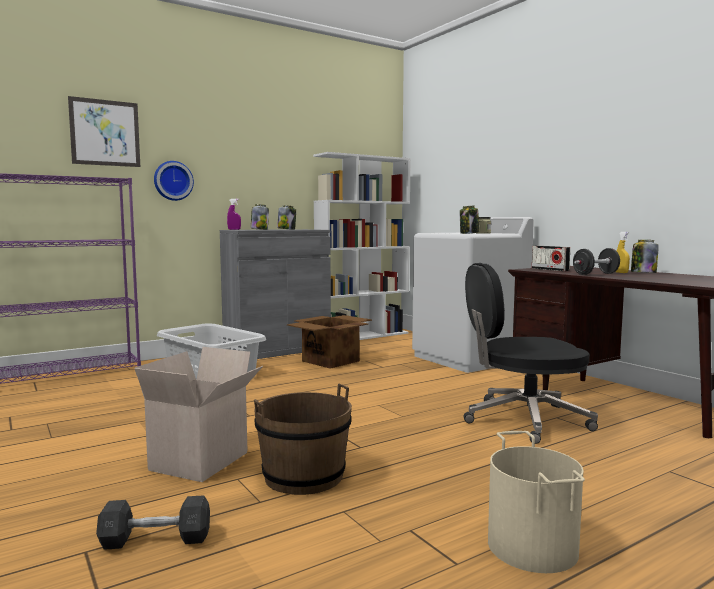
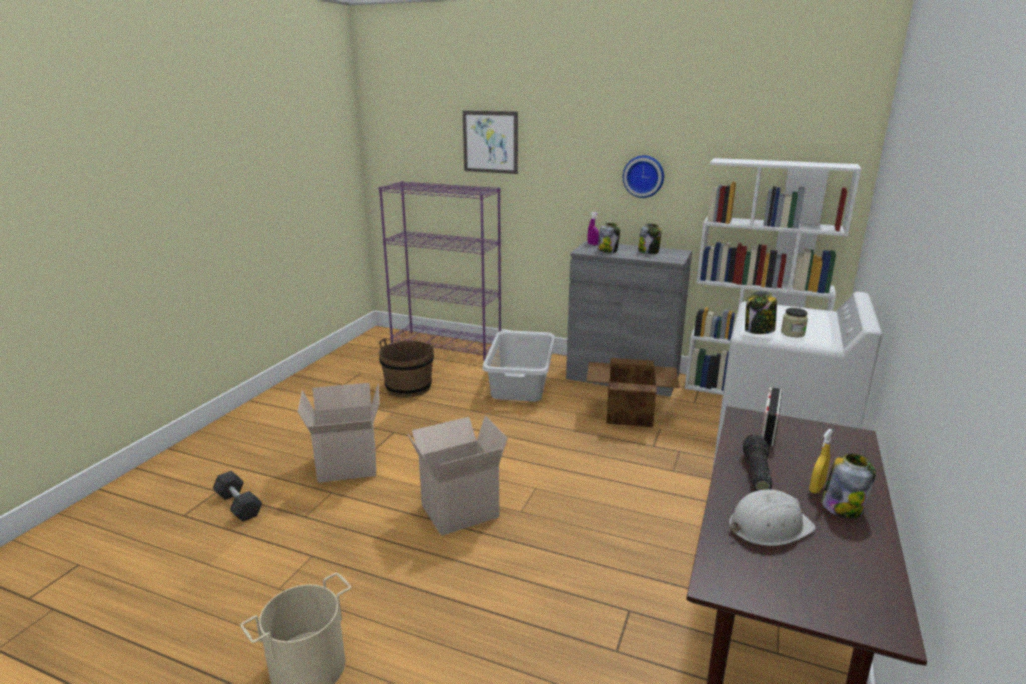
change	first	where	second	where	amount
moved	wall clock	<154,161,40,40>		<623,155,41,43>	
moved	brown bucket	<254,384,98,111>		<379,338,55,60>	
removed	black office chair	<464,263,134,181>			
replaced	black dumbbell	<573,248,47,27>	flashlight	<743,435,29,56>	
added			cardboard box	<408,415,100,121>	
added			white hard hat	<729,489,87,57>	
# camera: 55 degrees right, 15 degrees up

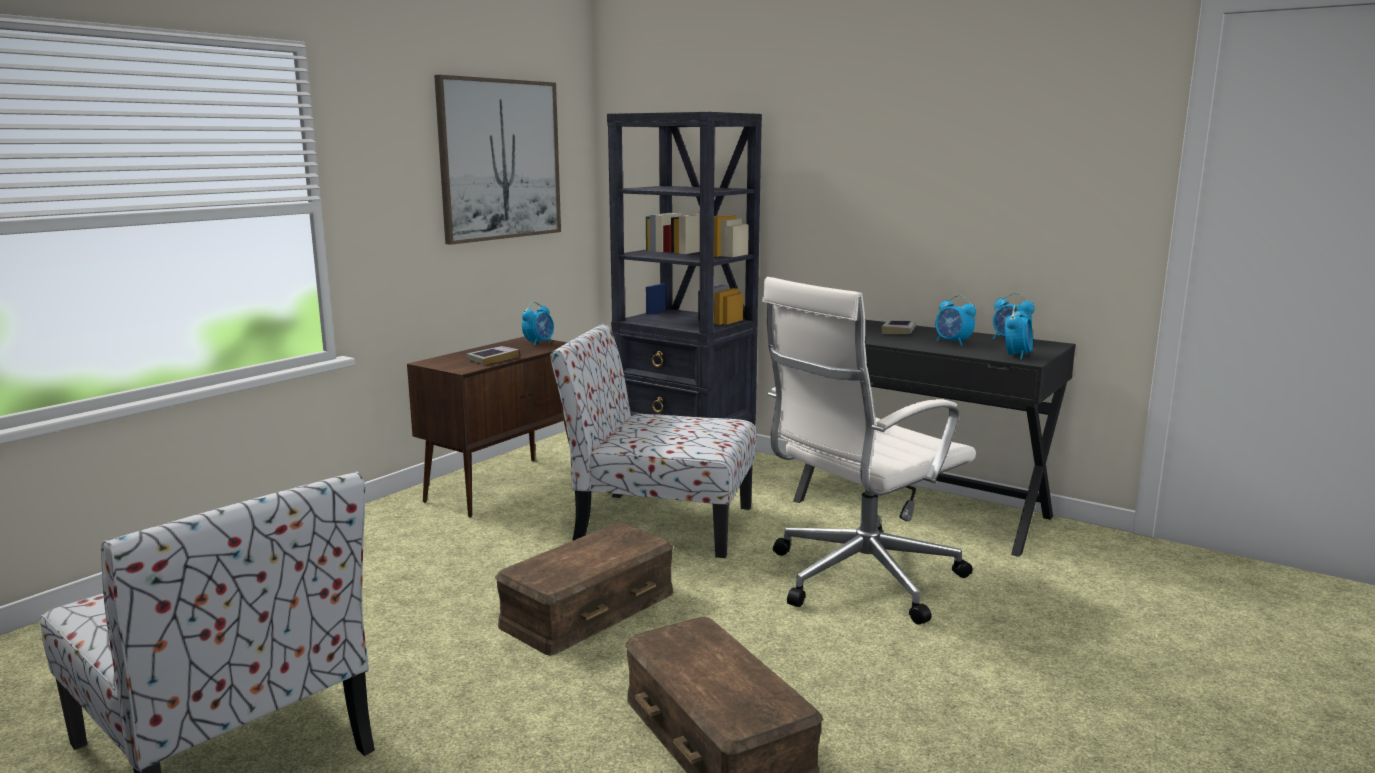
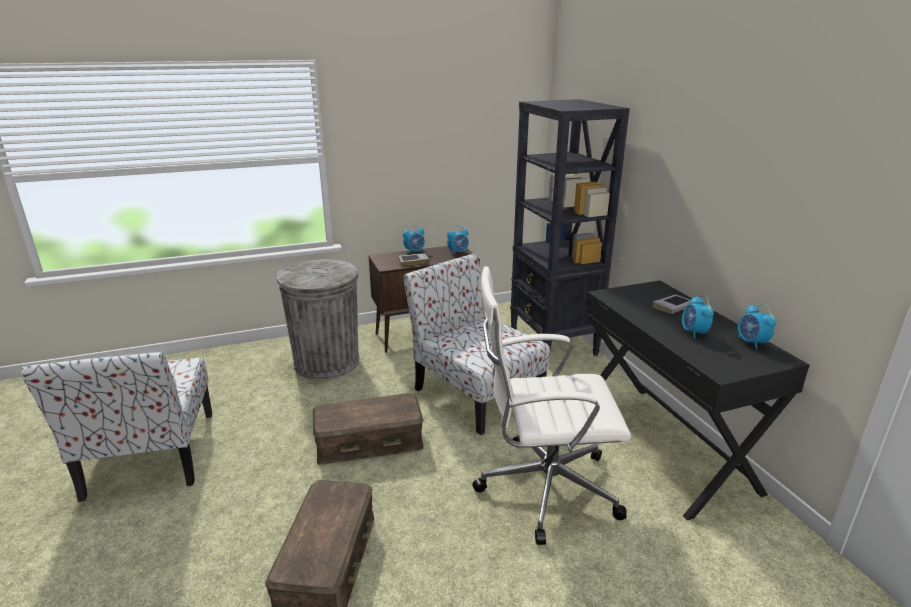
change	first	where	second	where	amount
removed	picture	<434,75,127,170>			
moved	alarm clock	<1005,305,28,55>		<403,225,22,29>	
added			grey trash can	<276,260,83,120>	
# camera: 35 degrees right, 10 degrees up

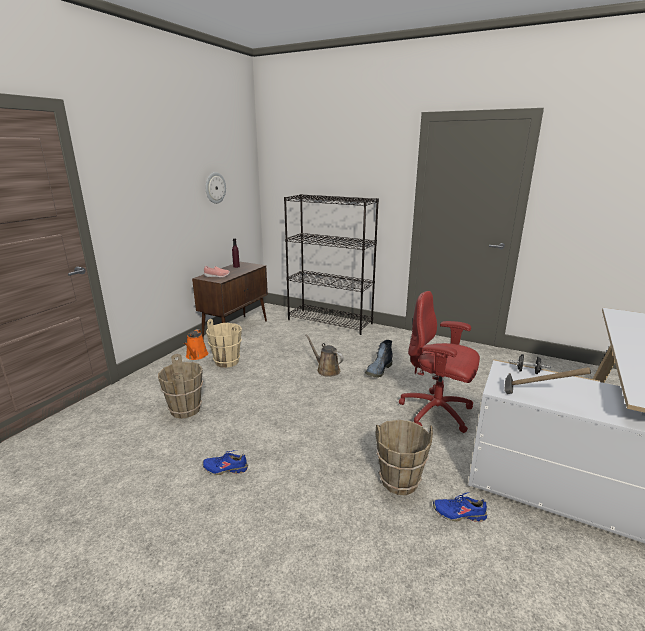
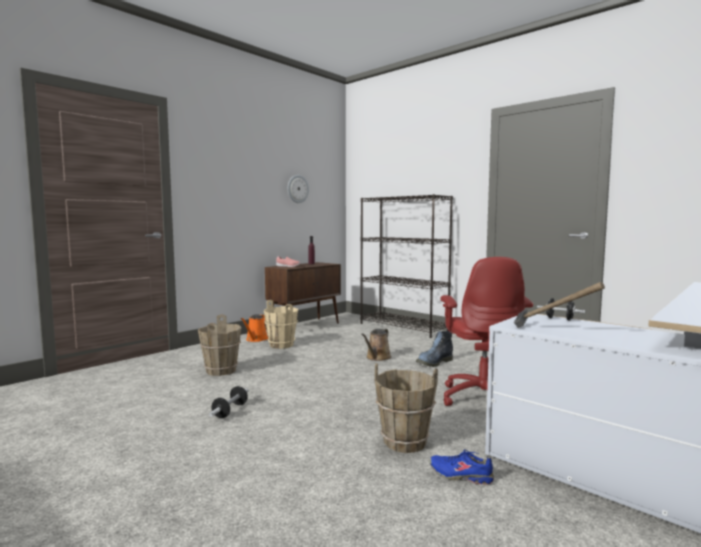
change	first	where	second	where	amount
replaced	blue shoe	<202,450,46,25>	dumbbell	<209,386,40,32>	
turned	brown watering can	<305,334,39,43>		<361,329,31,32>	120 degrees counterclockwise
turned	red office chair	<399,291,81,142>		<441,257,92,149>	135 degrees counterclockwise
# camera: 15 degrees right, 15 degrees down

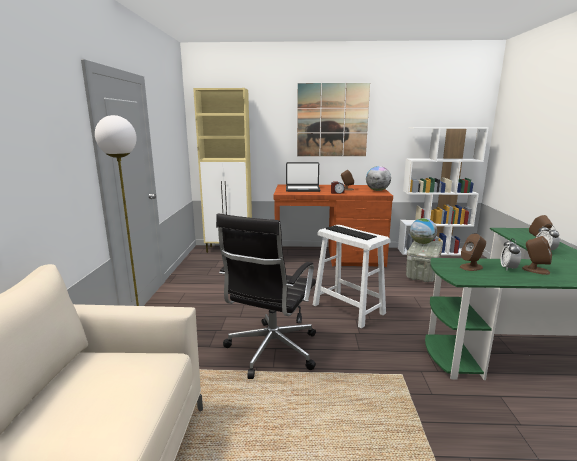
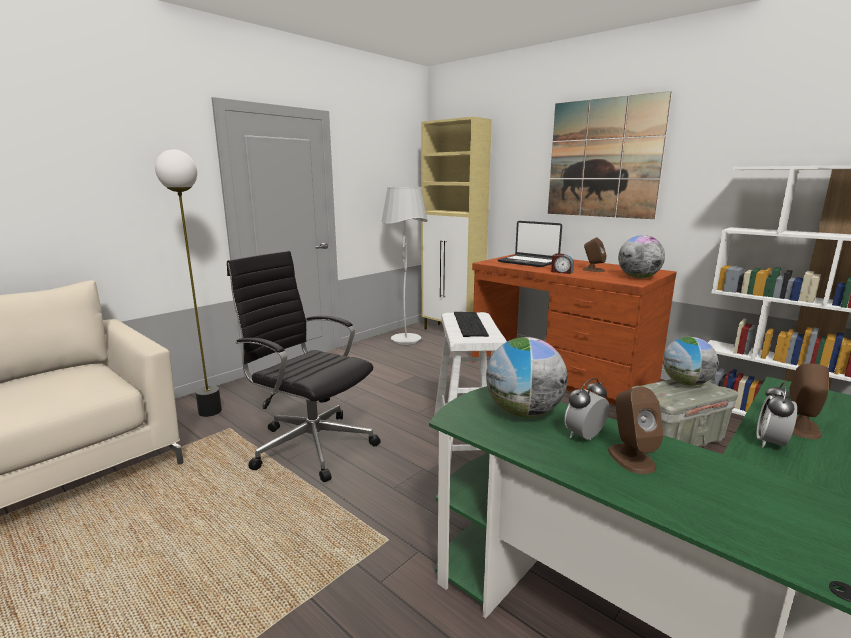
change	first	where	second	where	amount
turned	black office chair	<216,214,100,165>		<227,251,154,231>	60 degrees clockwise
replaced	brown speaker	<460,233,26,38>	globe	<486,337,82,80>	
added			white floor lamp	<381,187,47,158>	
# camera: 40 degrees right, 0 degrees up

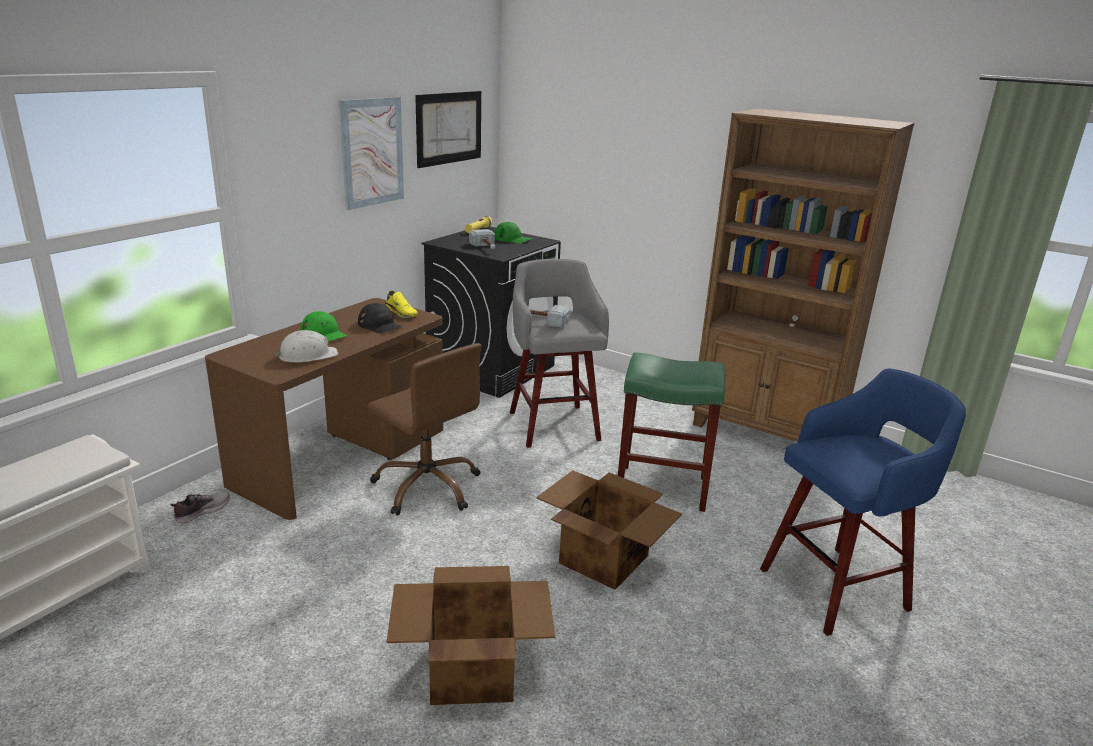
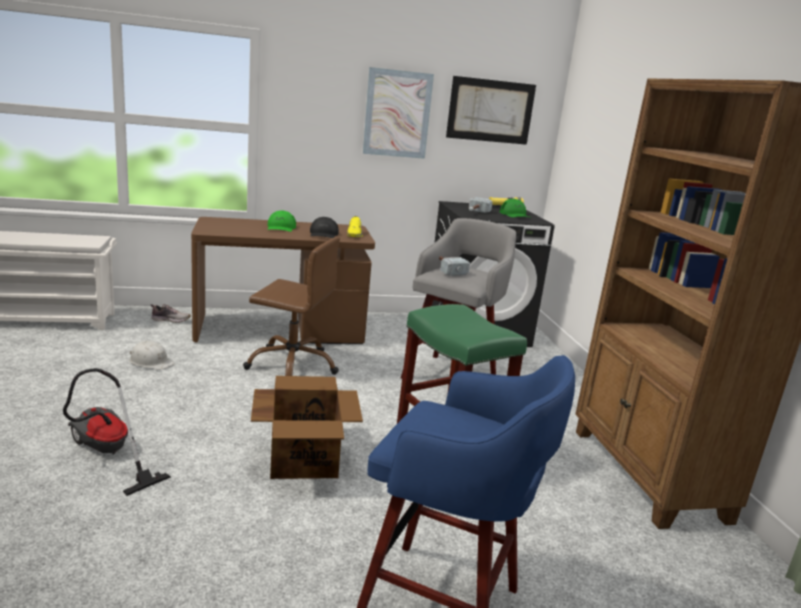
change	first	where	second	where	amount
moved	white hard hat	<275,330,63,33>		<129,341,45,29>	
turned	brown office chair	<367,343,114,173>		<243,237,97,139>	75 degrees counterclockwise
replaced	cardboard box	<386,566,169,139>	vacuum cleaner	<63,368,108,128>	
# camera: 45 degrees right, 5 degrees down

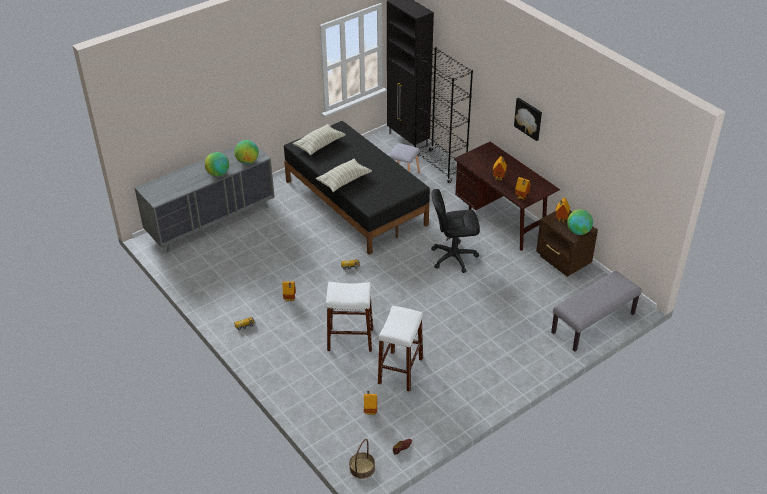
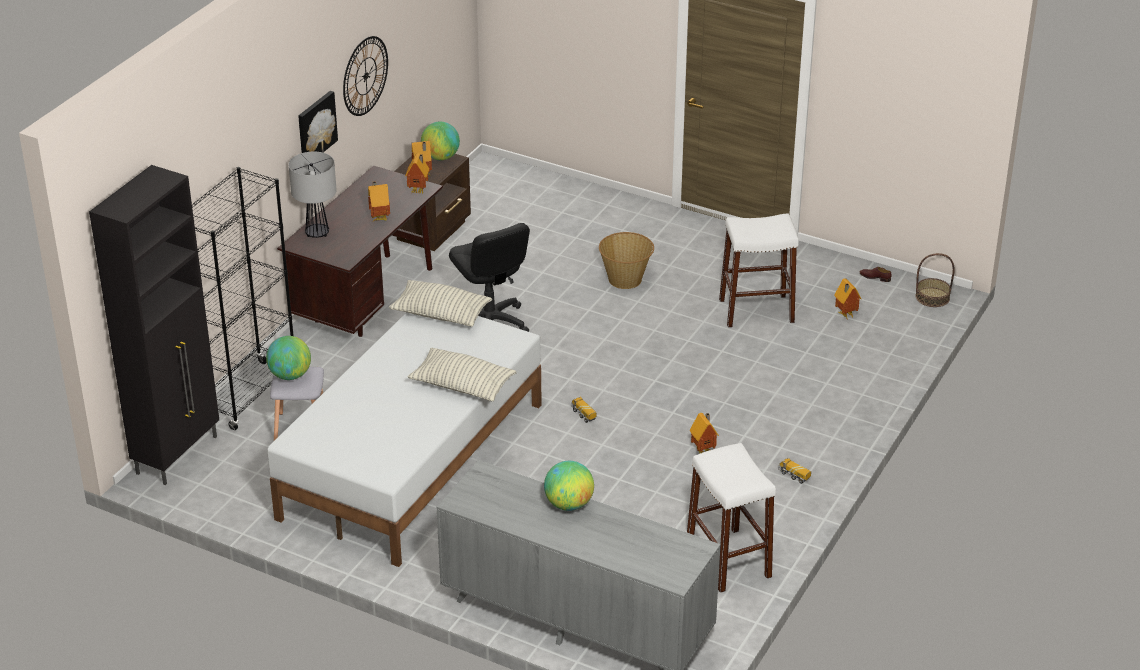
change	first	where	second	where	amount
moved	globe	<234,140,25,24>		<266,336,45,44>	
recoloured	black bed	<284,121,146,134>	white bed	<267,312,275,255>	
moved	pillow	<293,124,53,31>		<389,280,103,47>	
moved	white stool	<326,282,47,70>		<687,443,89,150>	
removed	grey bench	<551,271,91,81>			
added			table lamp	<288,152,49,86>	
added			wall clock	<343,36,45,80>	
added			basket	<599,232,55,57>	
# camera: 115 degrees left, 5 degrees down

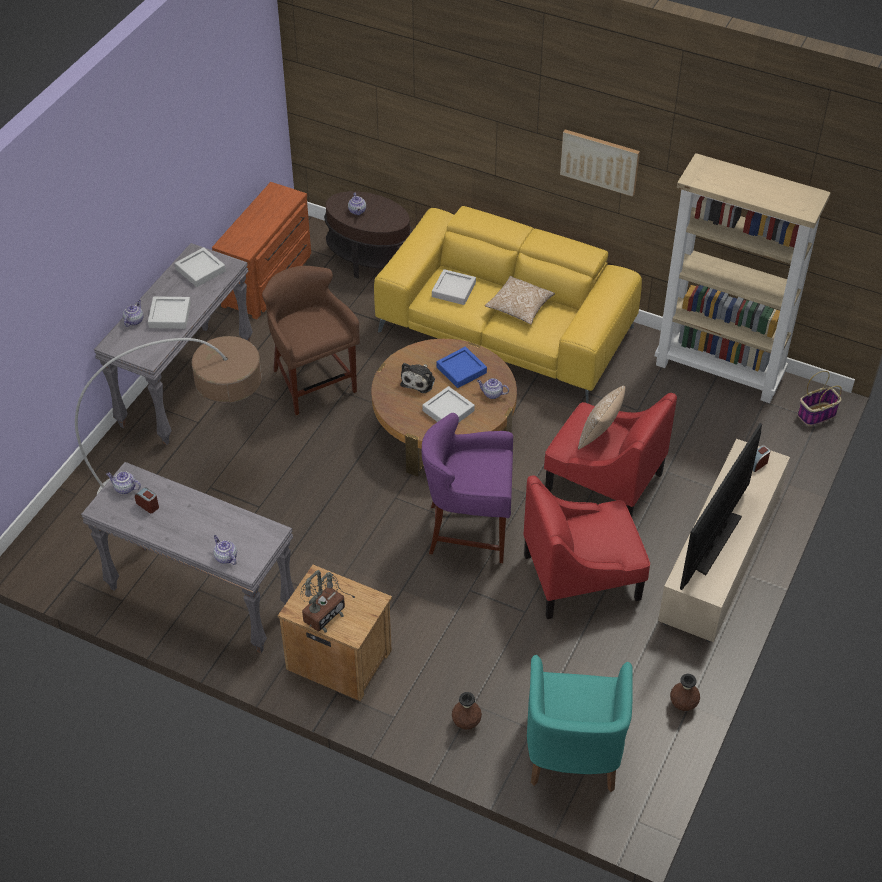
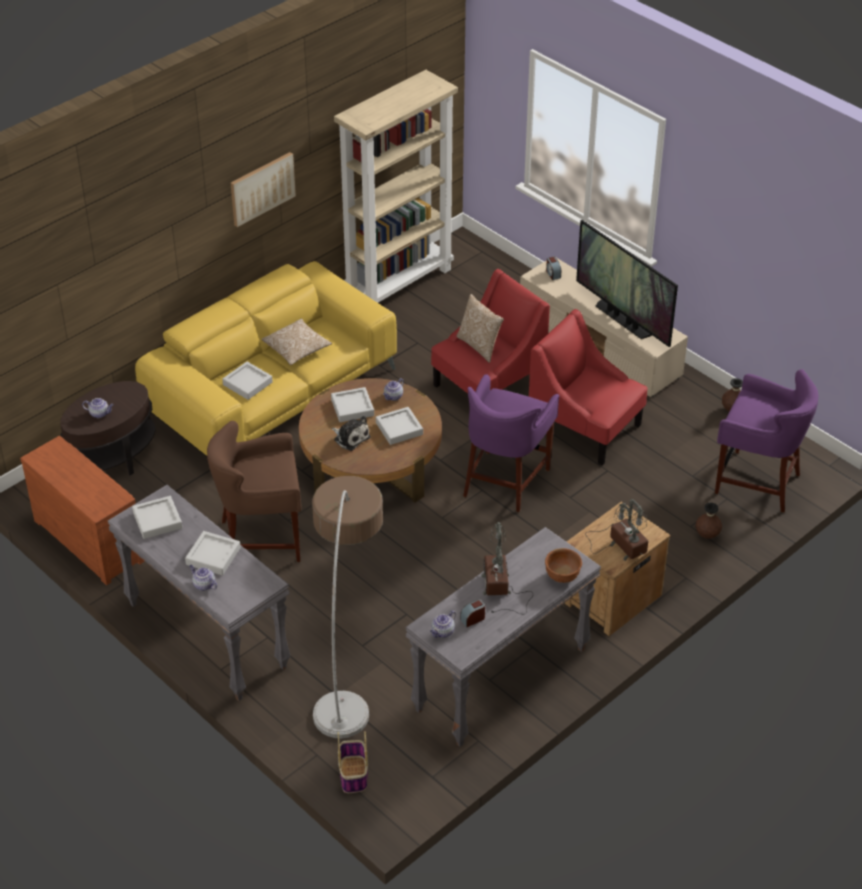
change	first	where	second	where	amount
replaced	teapot	<214,535,23,30>	brown bowl	<545,548,37,35>	
recoloured	blue tray	<437,347,50,41>	grey tray	<331,387,43,35>	
turned	red armchair	<523,475,127,144>		<529,309,119,156>	120 degrees clockwise
replaced	turquoise armchair	<527,655,106,137>	purple stool	<715,369,104,144>	
moved	basket	<797,371,45,55>		<338,731,30,62>	
added			table lamp	<481,522,52,92>	
# camera: 70 degrees left, 5 degrees down

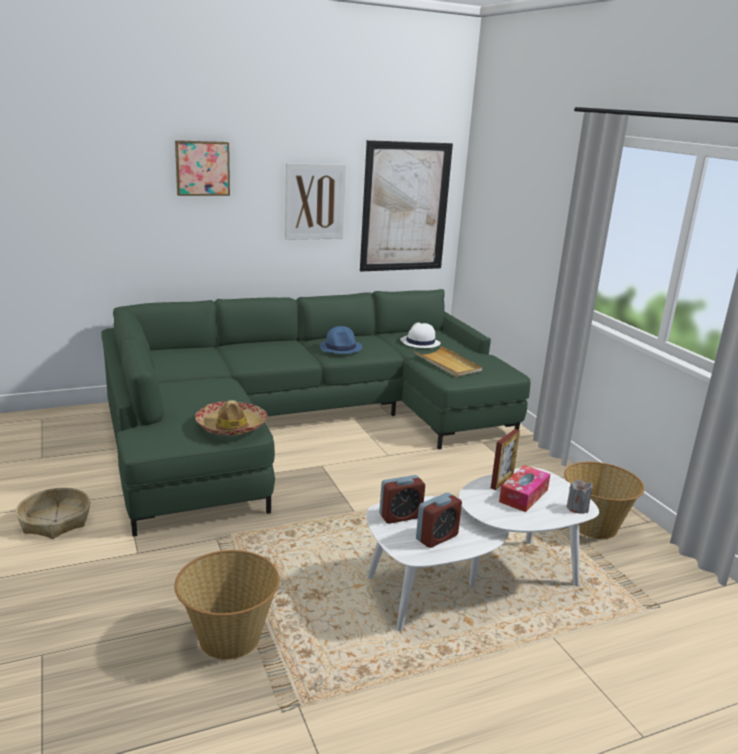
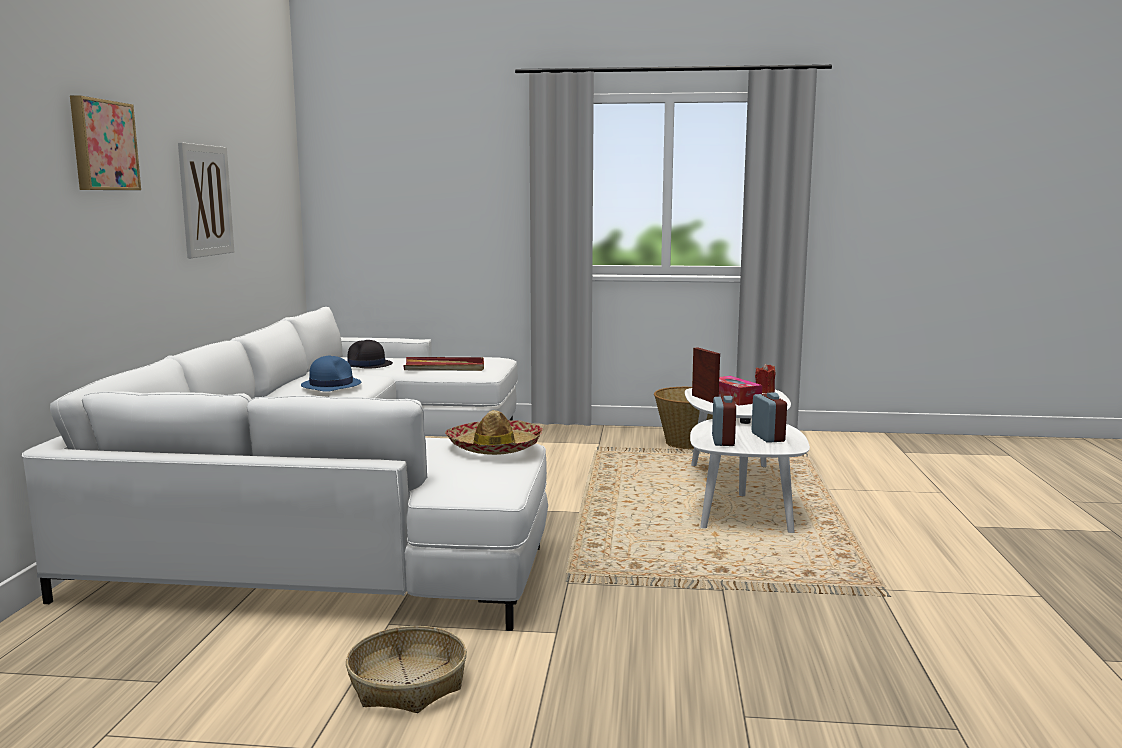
change	first	where	second	where	amount
recoloured	green sofa	<101,289,430,247>	white sofa	<22,307,526,324>	
removed	basket	<174,550,106,110>			
removed	picture	<360,140,93,132>			
recoloured	white hat	<400,323,41,25>	black hat	<347,340,46,29>	
recoloured	beige tray	<414,346,68,31>	red tray	<403,357,81,14>	
recoloured	grey candle	<567,480,26,34>	red candle	<755,364,21,29>	
# camera: 60 degrees left, 10 degrees down

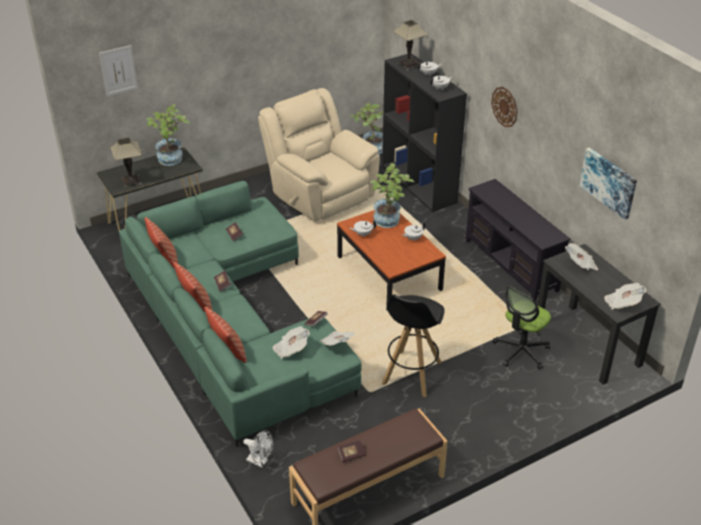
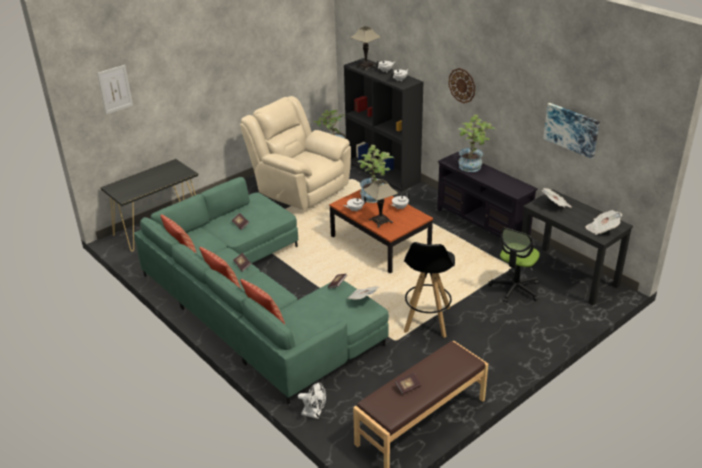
change	first	where	second	where	amount
moved	table lamp	<110,138,32,51>		<364,179,34,49>	
moved	potted plant	<146,104,44,62>		<458,114,37,58>	
removed	newspaper	<272,326,38,33>			
# camera: 10 degrees left, 5 degrees down

